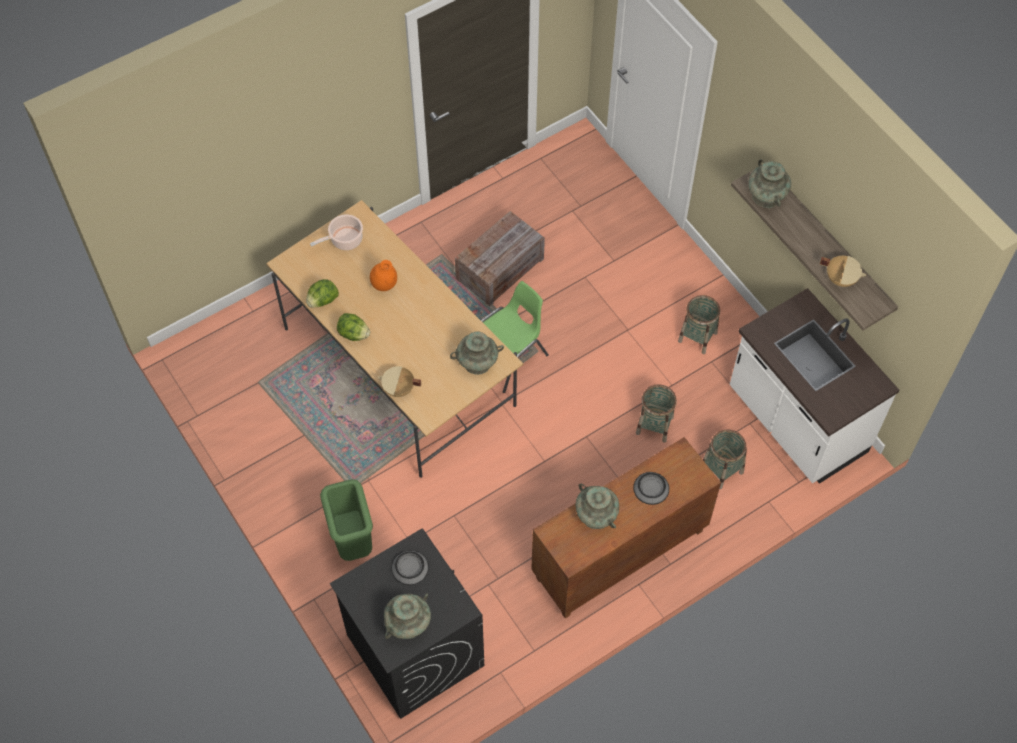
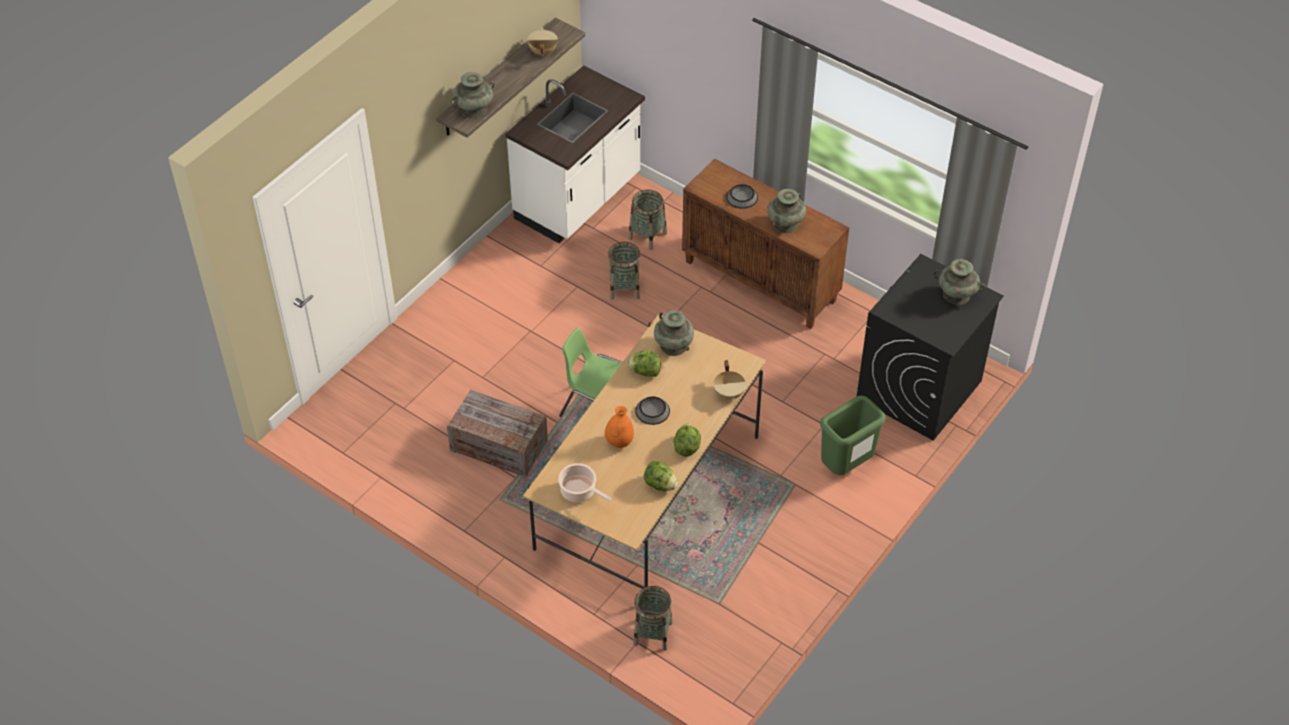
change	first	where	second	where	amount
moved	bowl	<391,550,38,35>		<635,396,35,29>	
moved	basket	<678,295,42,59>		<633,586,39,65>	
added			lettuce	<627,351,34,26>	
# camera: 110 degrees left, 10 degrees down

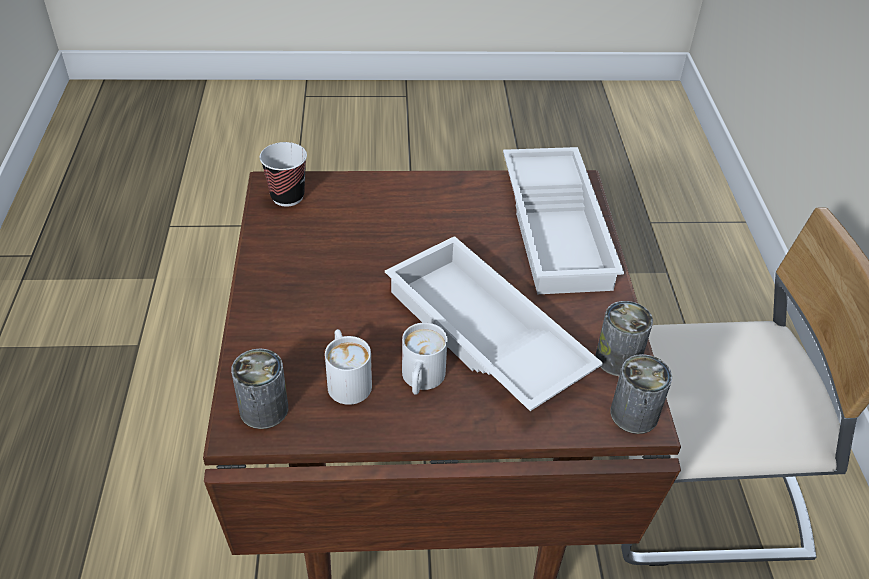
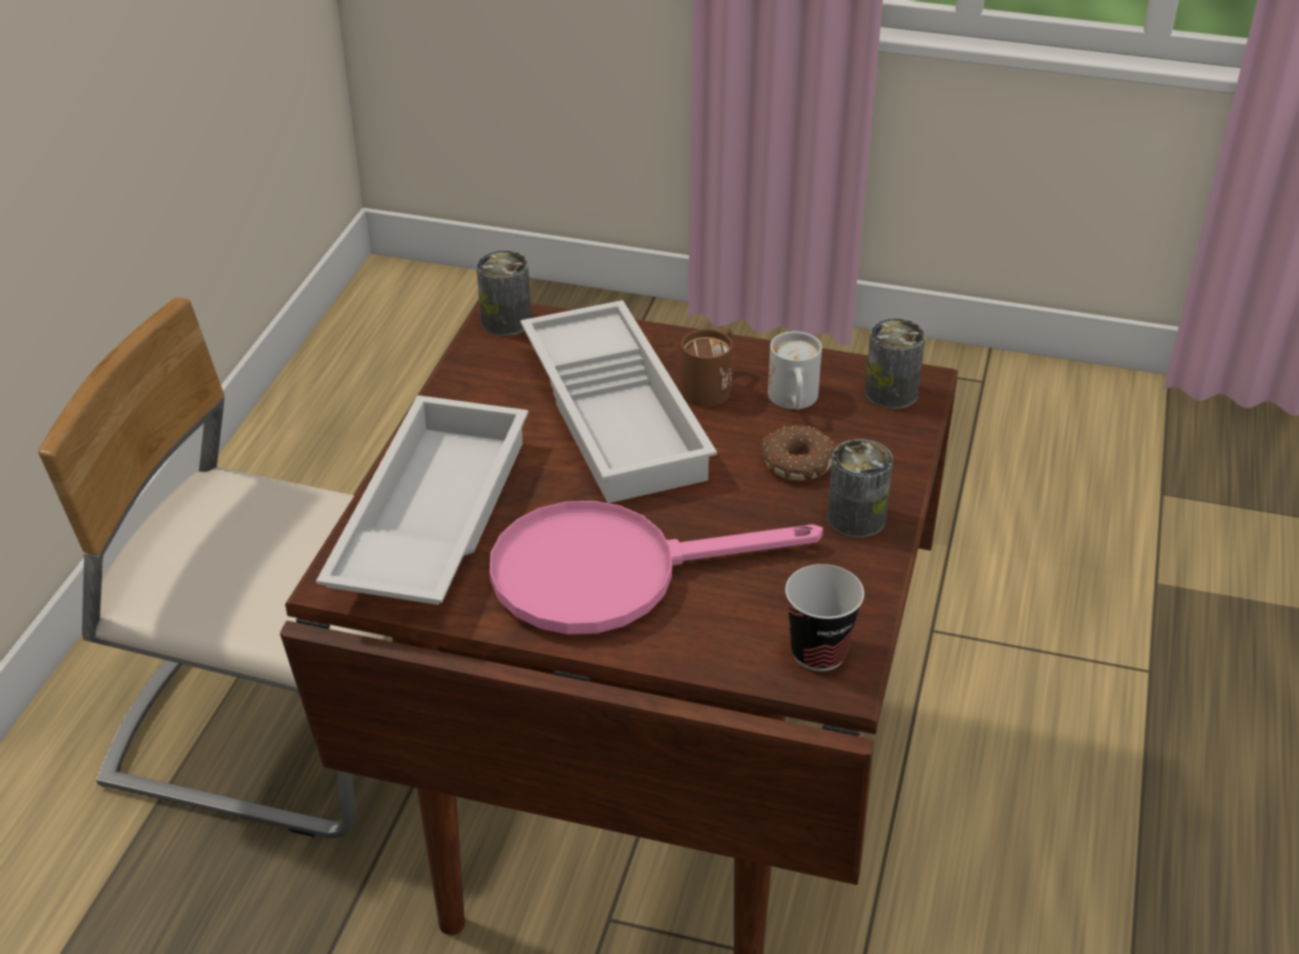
change	first	where	second	where	amount
recoloured	white mug	<402,322,46,73>	brown mug	<681,328,52,79>	
moved	can	<596,301,57,75>		<827,439,66,99>	
added			pink frying pan	<490,501,333,134>	
added			donut	<762,426,72,55>	
# camera: 160 degrees left, 5 degrees down

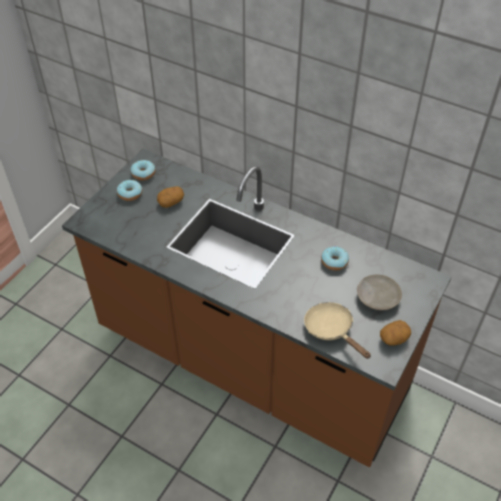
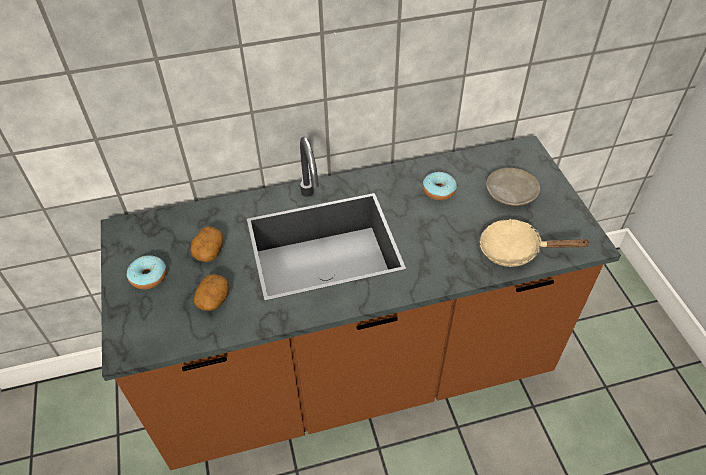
change	first	where	second	where	amount
removed	donut	<131,160,25,20>			
moved	potato	<380,320,31,26>		<194,274,35,37>	
# camera: 45 degrees left, 0 degrees up

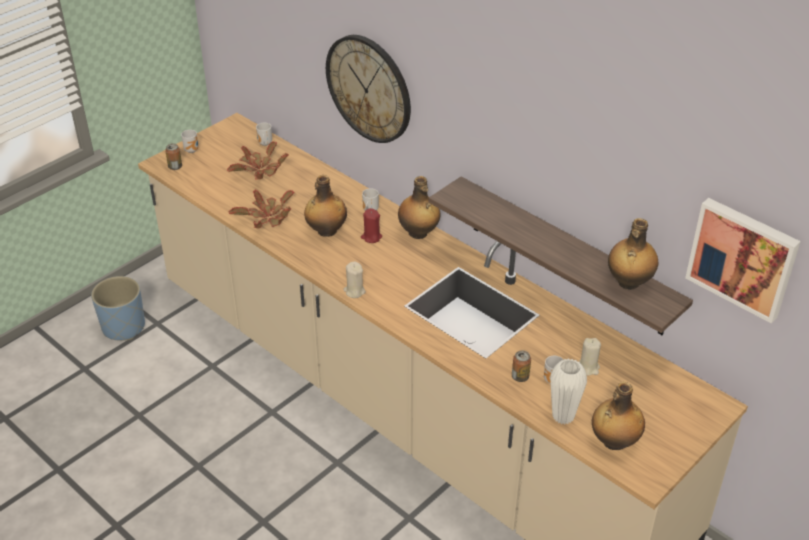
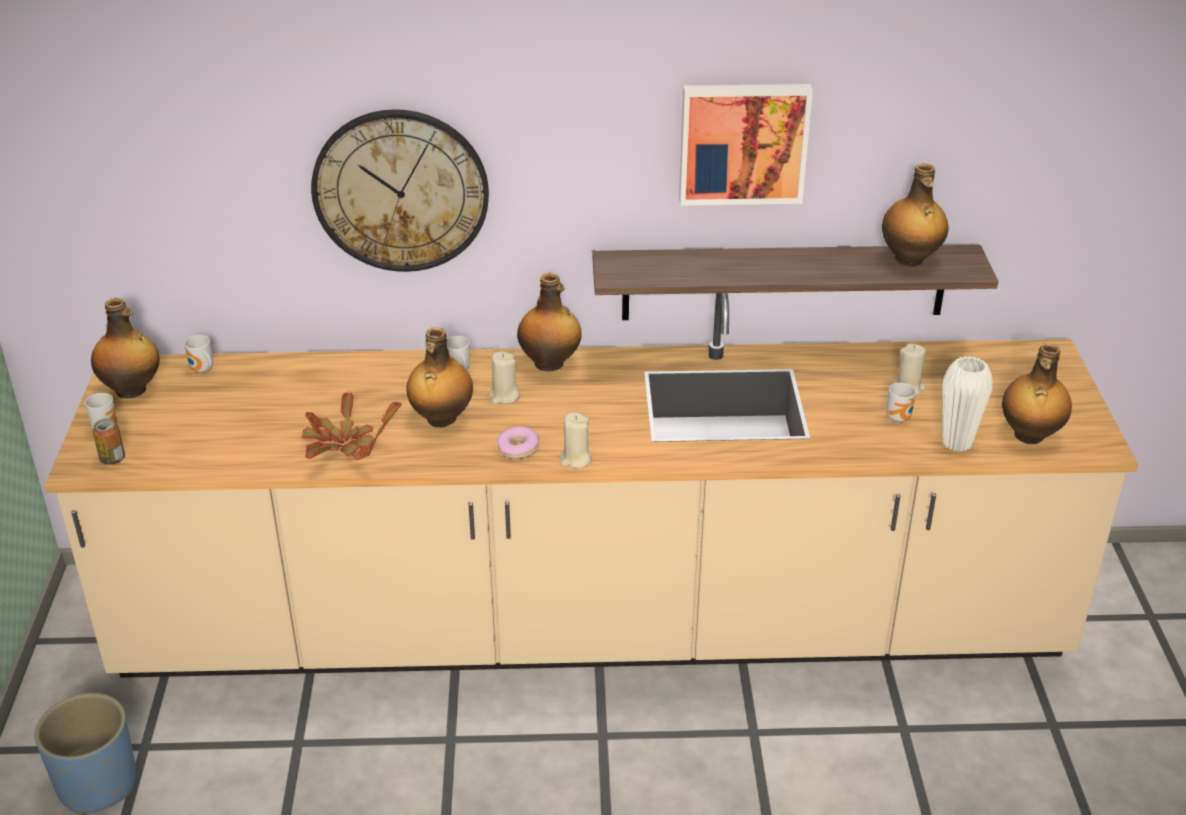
change	first	where	second	where	amount
removed	potted plant	<227,141,62,39>			
recoloured	red candle	<361,208,21,35>	beige candle	<489,351,31,53>	
removed	can	<512,350,19,32>			
moved	picture	<685,198,116,125>		<679,84,134,122>	
added			bottle	<91,298,69,100>	
added			donut	<497,426,42,33>	
# camera: 45 degrees left, 5 degrees down

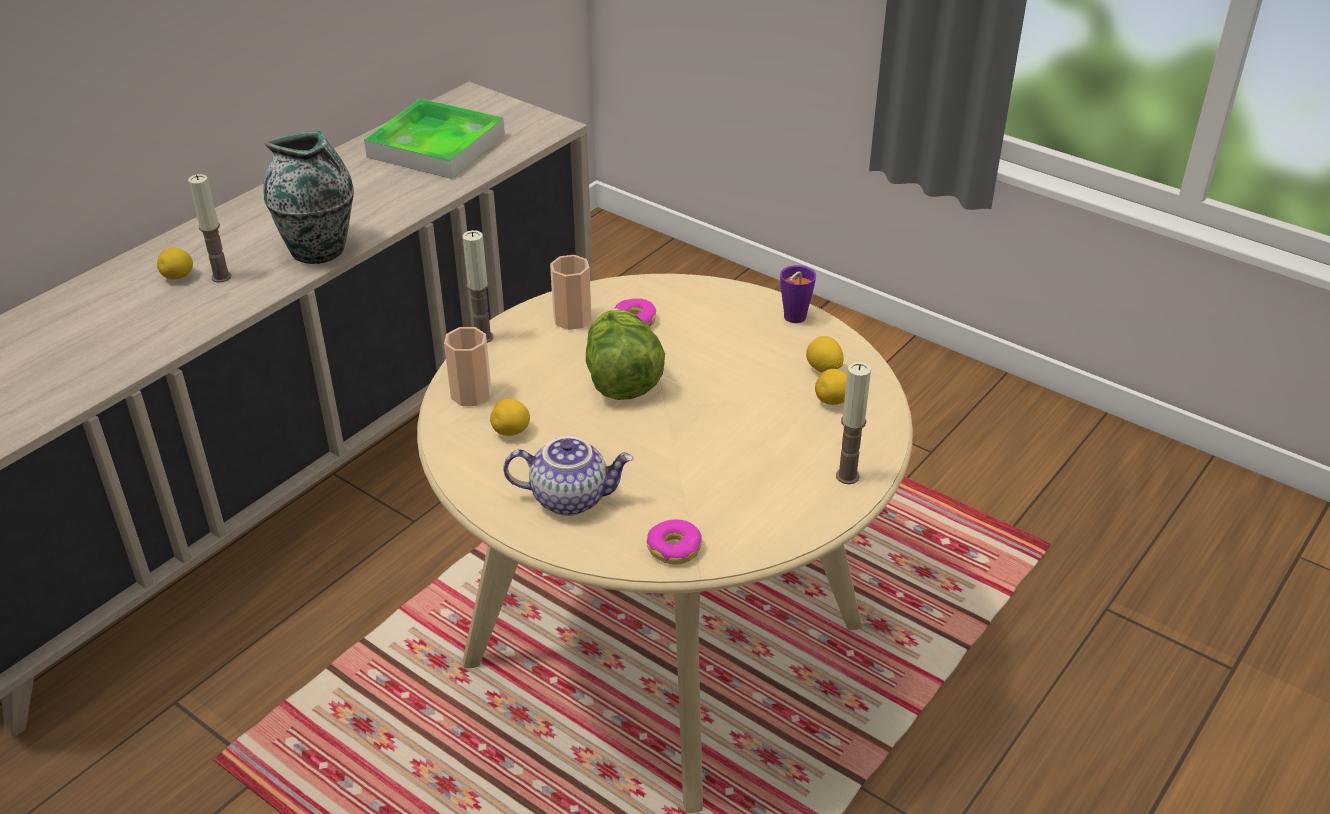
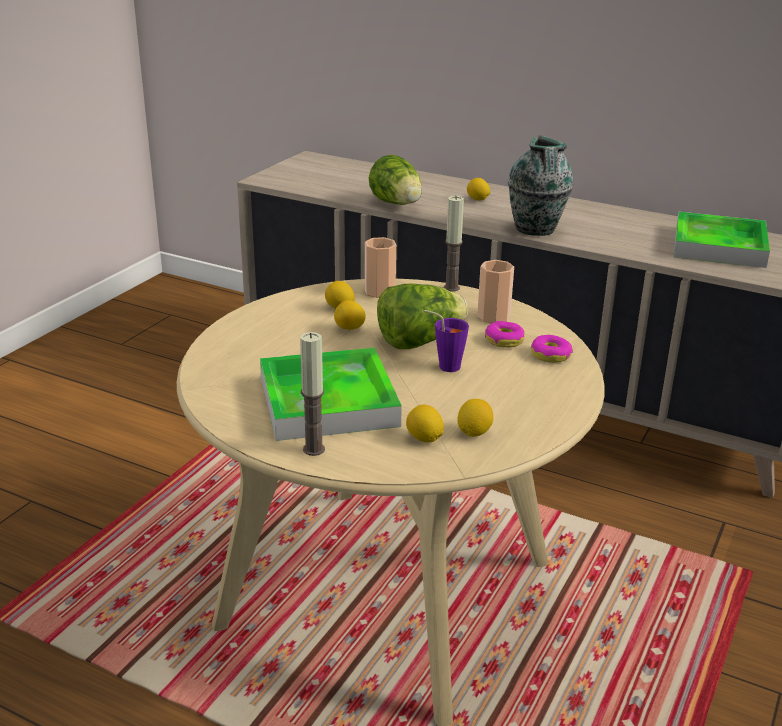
change	first	where	second	where	amount
removed	candle	<188,174,43,109>			
removed	teapot	<503,436,131,80>			
moved	donut	<647,519,55,46>		<531,335,42,28>	
moved	purple cup	<780,265,36,58>		<424,310,45,62>	
added			tray	<260,348,142,93>	
added			lemon	<334,300,32,30>	
added			lettuce	<369,154,53,51>	
# camera: 80 degrees right, 10 degrees down

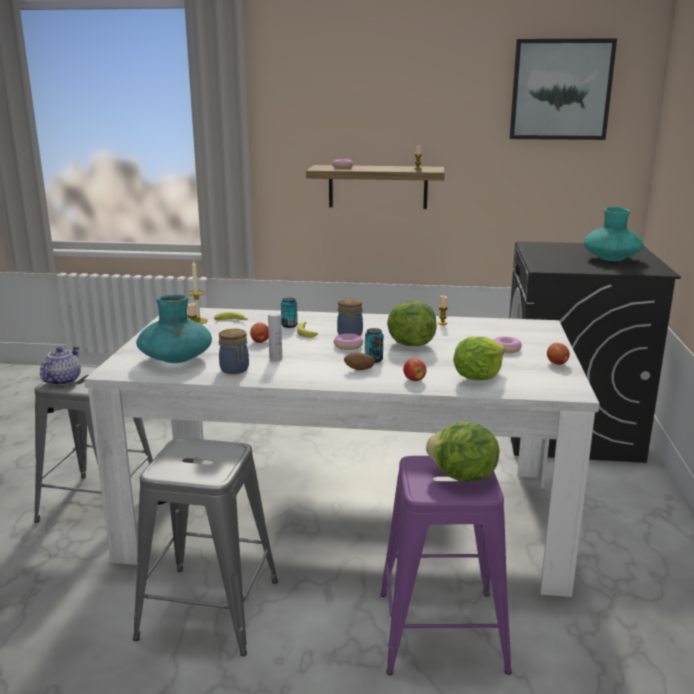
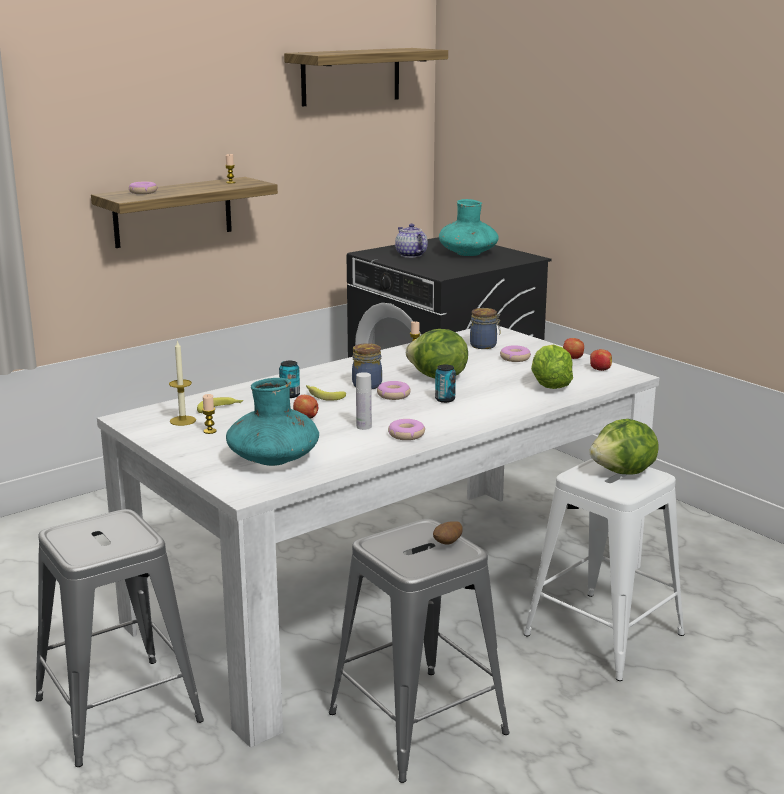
change	first	where	second	where	amount
moved	teapot	<40,346,41,39>		<395,224,33,34>	
moved	jar	<219,329,30,45>		<470,308,31,41>	
moved	potato	<344,353,31,18>		<433,521,30,24>	
recoloured	purple stool	<380,456,132,219>	white stool	<524,459,161,222>	
moved	apple	<403,358,23,23>		<590,349,22,22>	
replaced	picture	<509,38,108,102>	shelf	<284,48,164,58>	
added			donut	<388,419,37,21>	
# camera: 45 degrees left, 0 degrees up

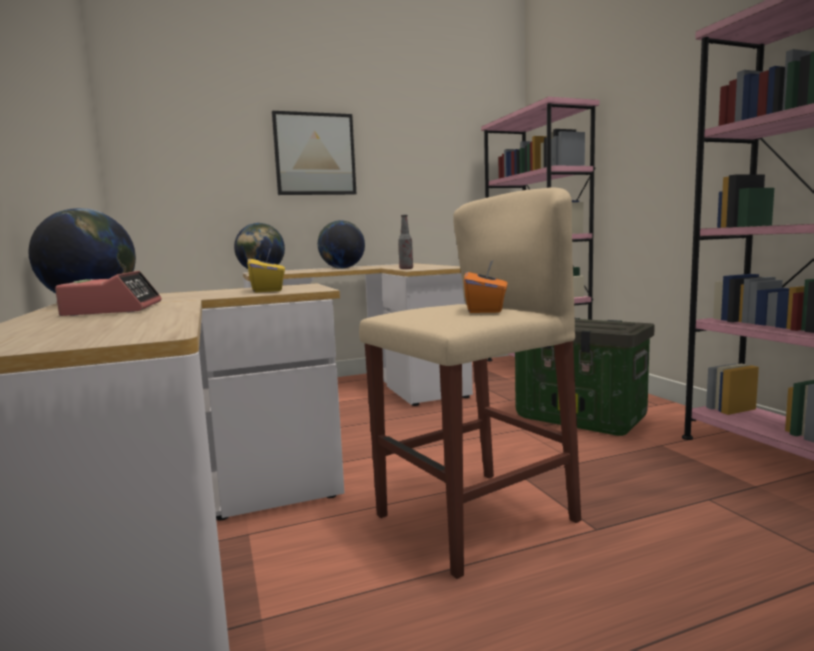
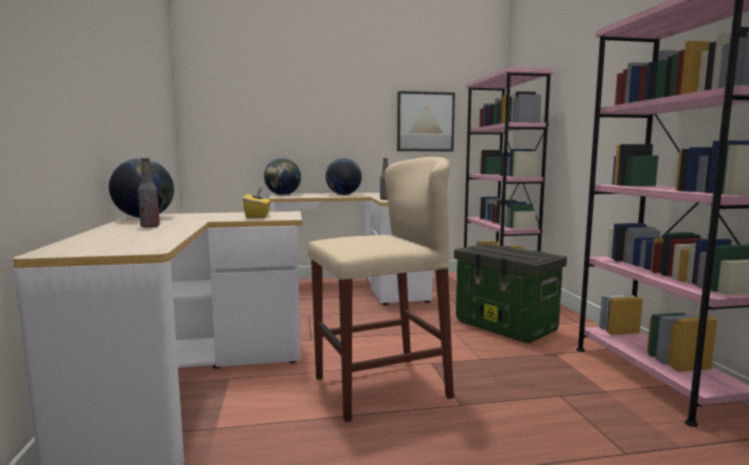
change	first	where	second	where	amount
replaced	alarm clock	<55,271,107,45>	bottle	<138,158,22,70>	
moved	picture	<272,111,84,84>		<397,91,58,60>	
removed	orange tissue box	<464,261,43,52>			
# camera: 10 degrees right, 0 degrees up

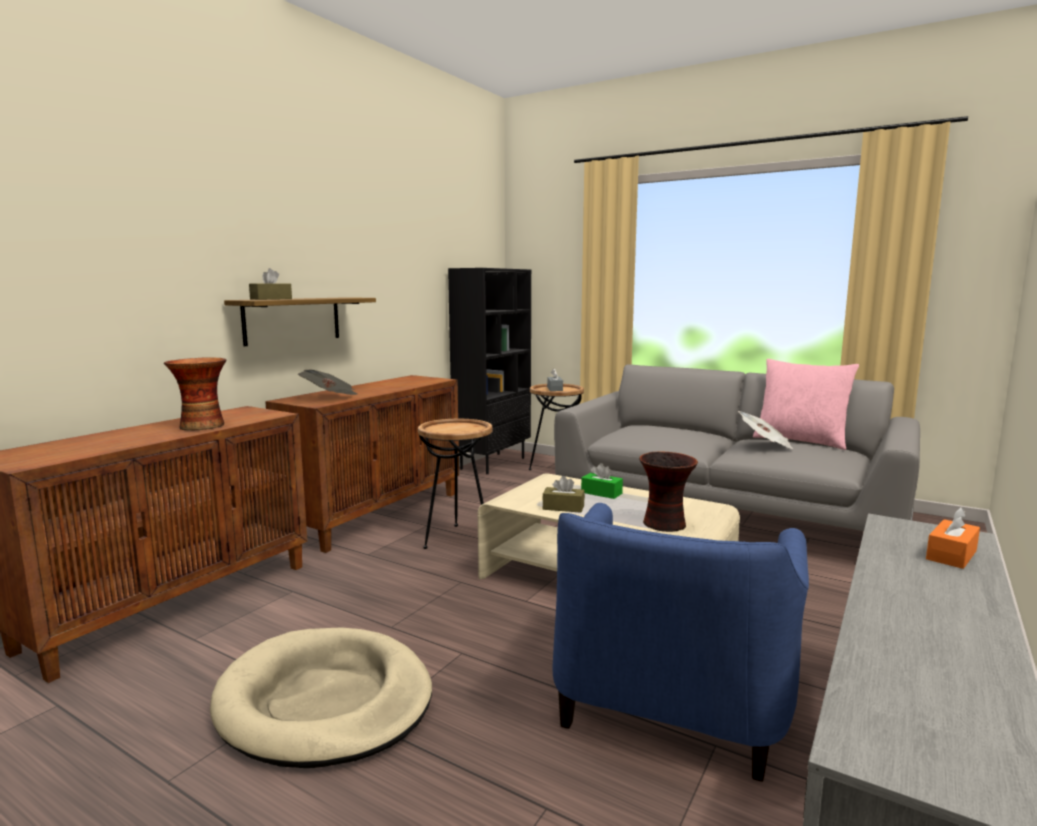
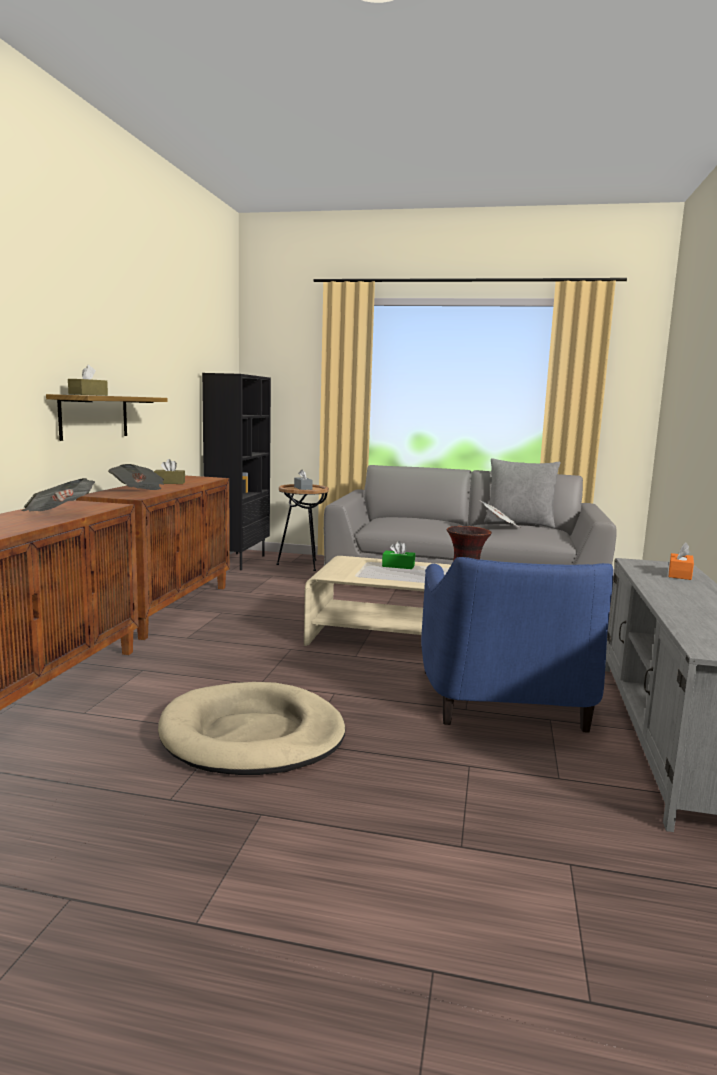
change	first	where	second	where	amount
replaced	vase	<164,357,62,74>	newspaper	<22,478,73,34>	
removed	brown side table	<418,419,75,130>			
moved	brown tissue box	<542,476,43,37>		<154,459,31,25>	
recoloured	pink pillow	<753,359,106,91>	grey pillow	<484,458,77,70>	
# camera: 20 degrees left, 0 degrees up

